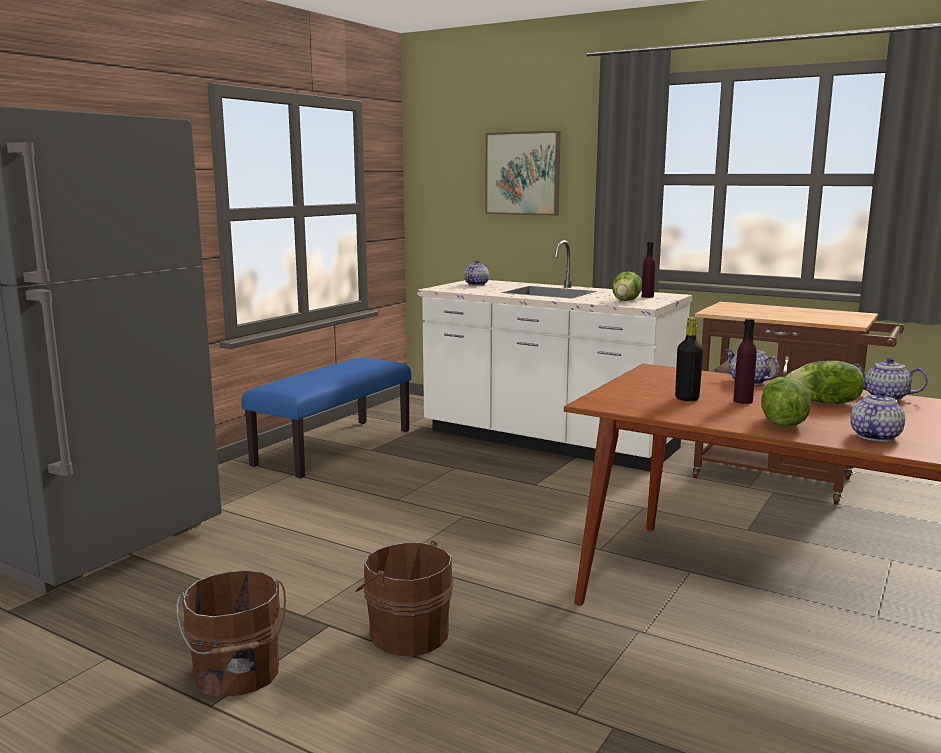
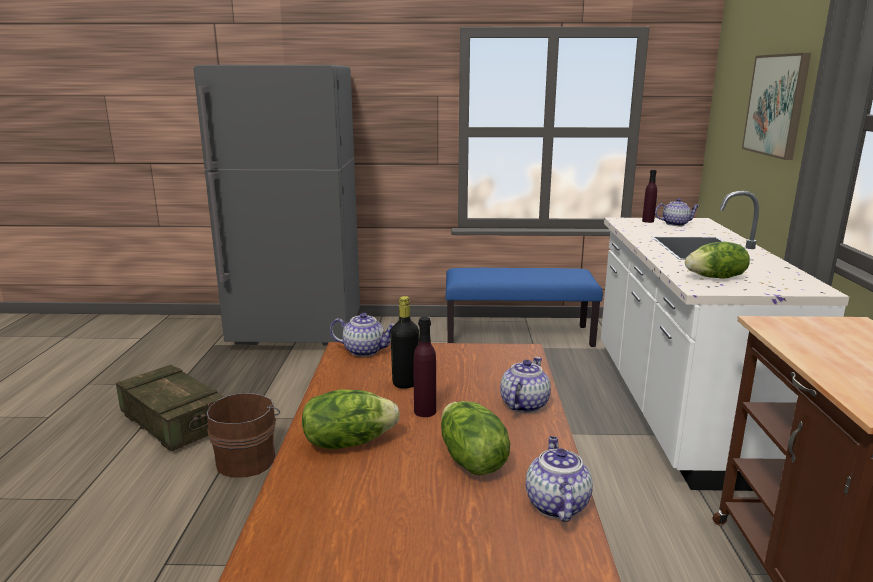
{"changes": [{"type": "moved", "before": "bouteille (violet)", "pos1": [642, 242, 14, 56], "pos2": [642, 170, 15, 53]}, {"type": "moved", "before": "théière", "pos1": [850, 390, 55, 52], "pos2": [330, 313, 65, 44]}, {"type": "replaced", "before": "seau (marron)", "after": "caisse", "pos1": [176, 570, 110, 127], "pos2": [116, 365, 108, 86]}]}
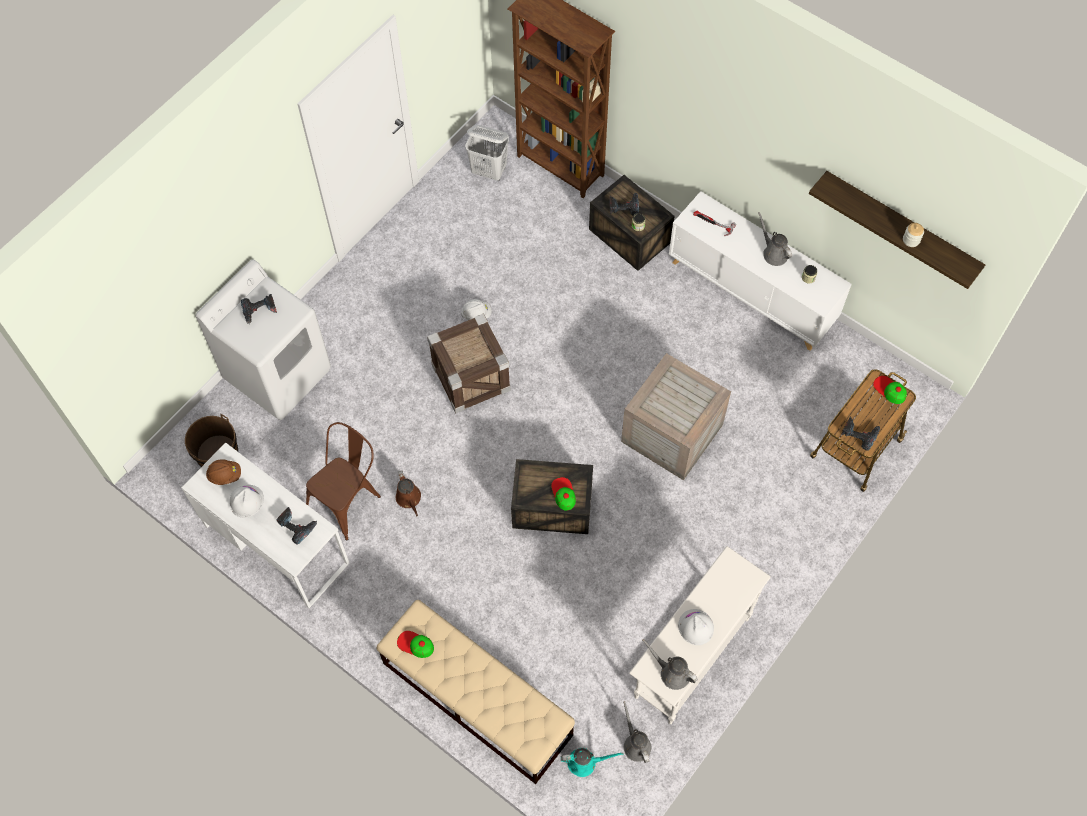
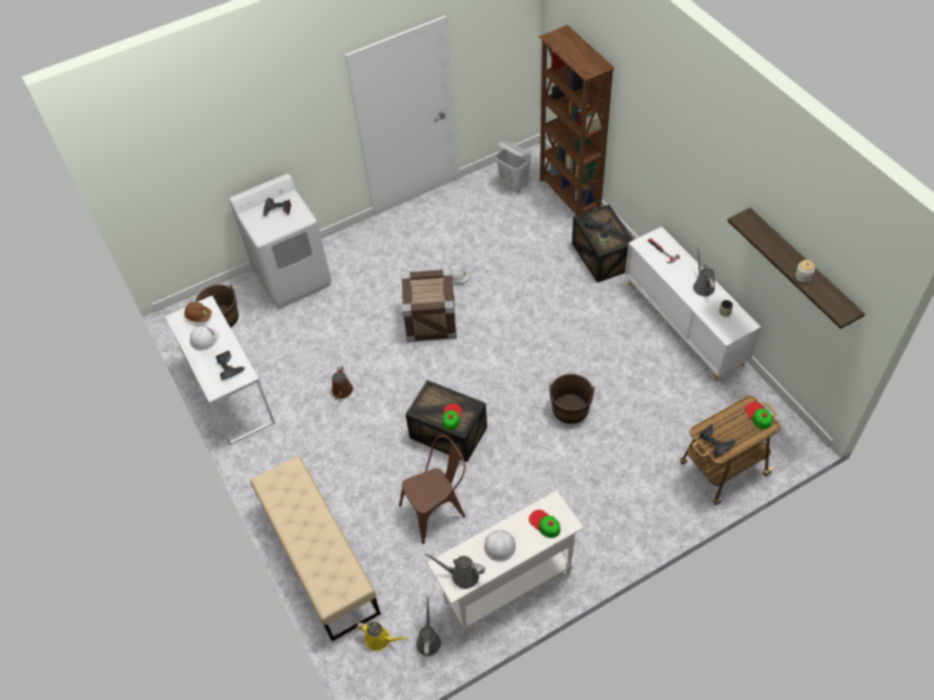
{"changes": [{"type": "moved", "before": "chaise (marron)", "pos1": [306, 422, 75, 119], "pos2": [399, 435, 67, 109]}, {"type": "moved", "before": "casquette", "pos1": [397, 631, 37, 27], "pos2": [529, 510, 31, 28]}, {"type": "replaced", "before": "caisse", "after": "seau (marron)", "pos1": [621, 353, 110, 127], "pos2": [549, 374, 46, 50]}, {"type": "recoloured", "before": "arrosoir (turquoise)", "after": "arrosoir (jaune)", "pos1": [561, 748, 63, 29], "pos2": [356, 622, 52, 29]}, {"type": "turned", "before": "arrosoir (gris)", "pos1": [642, 639, 56, 51], "pos2": [425, 553, 60, 36], "turn": -45}]}
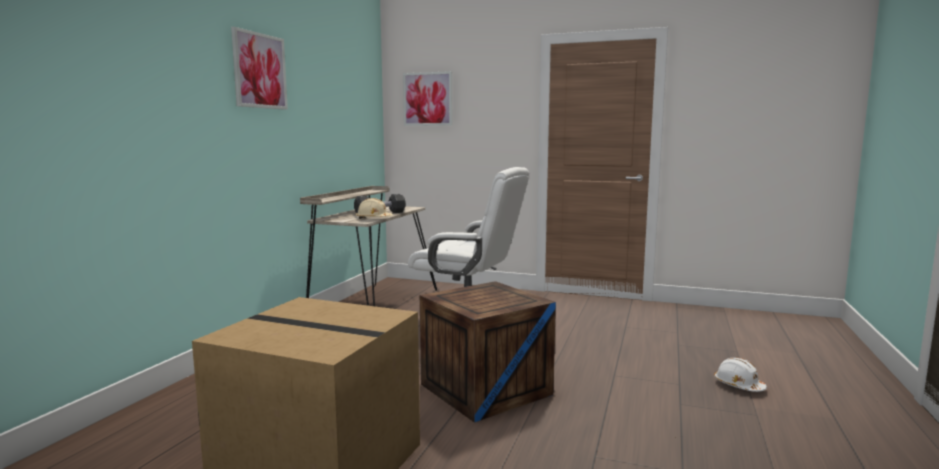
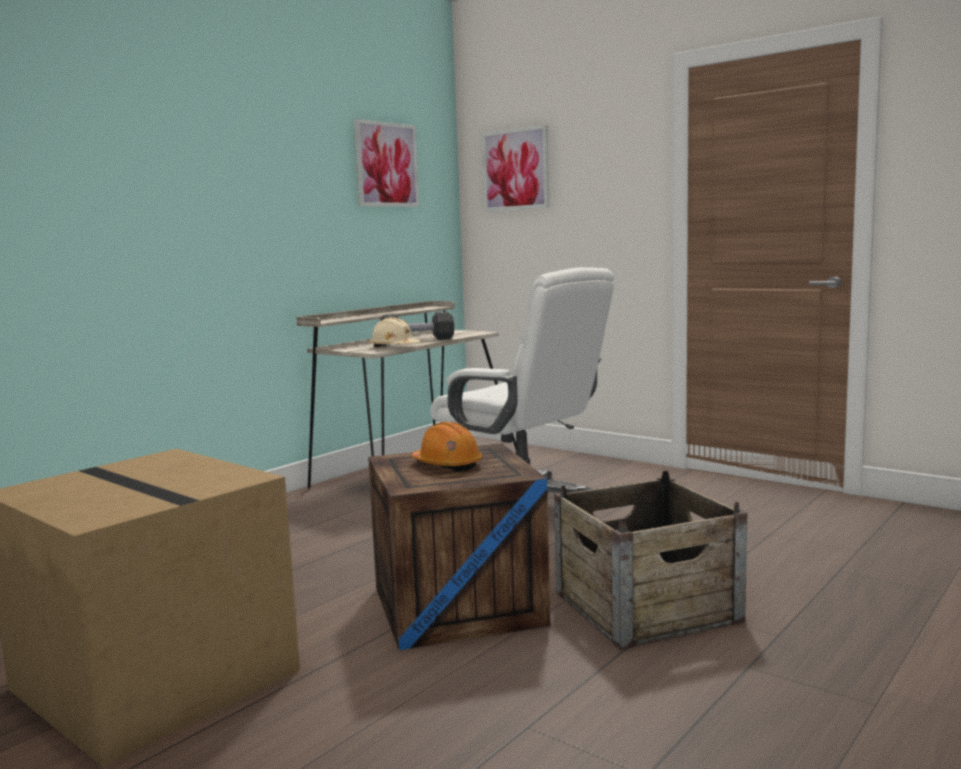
{"changes": [{"type": "removed", "before": "casque de chantier (blanc)", "pos1": [714, 358, 53, 34]}, {"type": "added", "after": "casque de chantier (orange)", "pos2": [412, 422, 71, 50]}, {"type": "added", "after": "caisse", "pos2": [554, 471, 193, 179]}, {"type": "moved", "before": "tableau", "pos1": [231, 27, 57, 83], "pos2": [354, 119, 65, 88]}]}
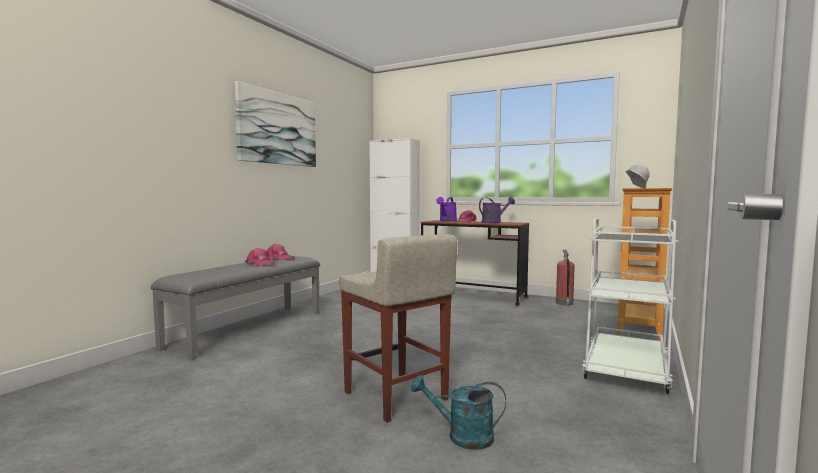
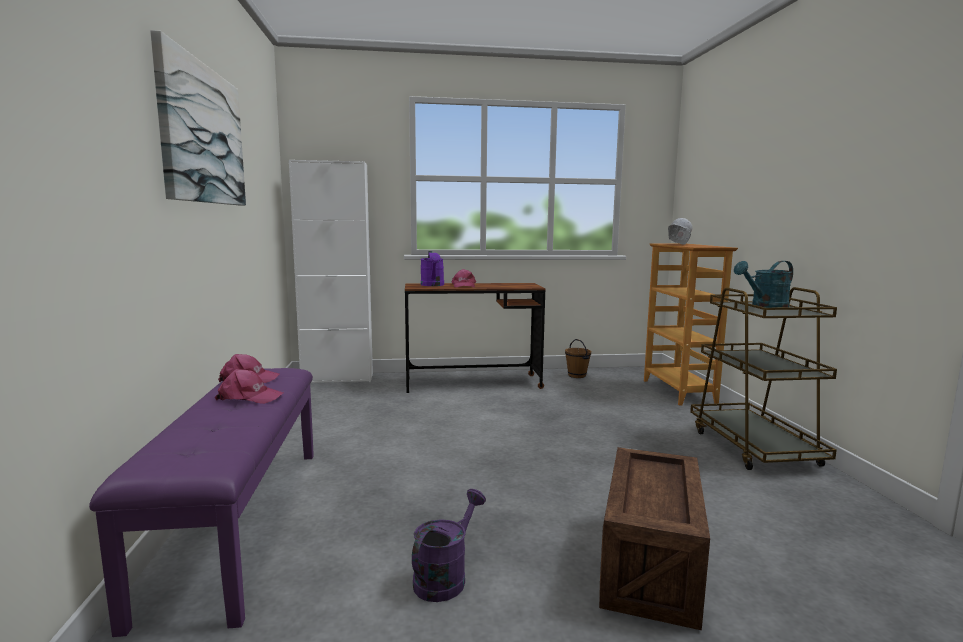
{"changes": [{"type": "moved", "before": "arrosoir (turquoise)", "pos1": [411, 375, 95, 75], "pos2": [734, 261, 59, 47]}, {"type": "moved", "before": "arrosoir (violet)", "pos1": [479, 197, 36, 26], "pos2": [412, 489, 74, 113]}, {"type": "replaced", "before": "tabouret (beige)", "after": "caisse", "pos1": [339, 234, 119, 189], "pos2": [599, 447, 111, 183]}, {"type": "replaced", "before": "extincteur", "after": "seau (marron)", "pos1": [556, 250, 19, 56], "pos2": [565, 339, 26, 39]}, {"type": "recoloured", "before": "banc (gris)", "after": "banc (violet)", "pos1": [151, 256, 169, 104], "pos2": [89, 368, 225, 269]}, {"type": "recoloured", "before": "chariot (blanc)", "after": "chariot (marron)", "pos1": [582, 218, 97, 176], "pos2": [690, 287, 147, 183]}]}
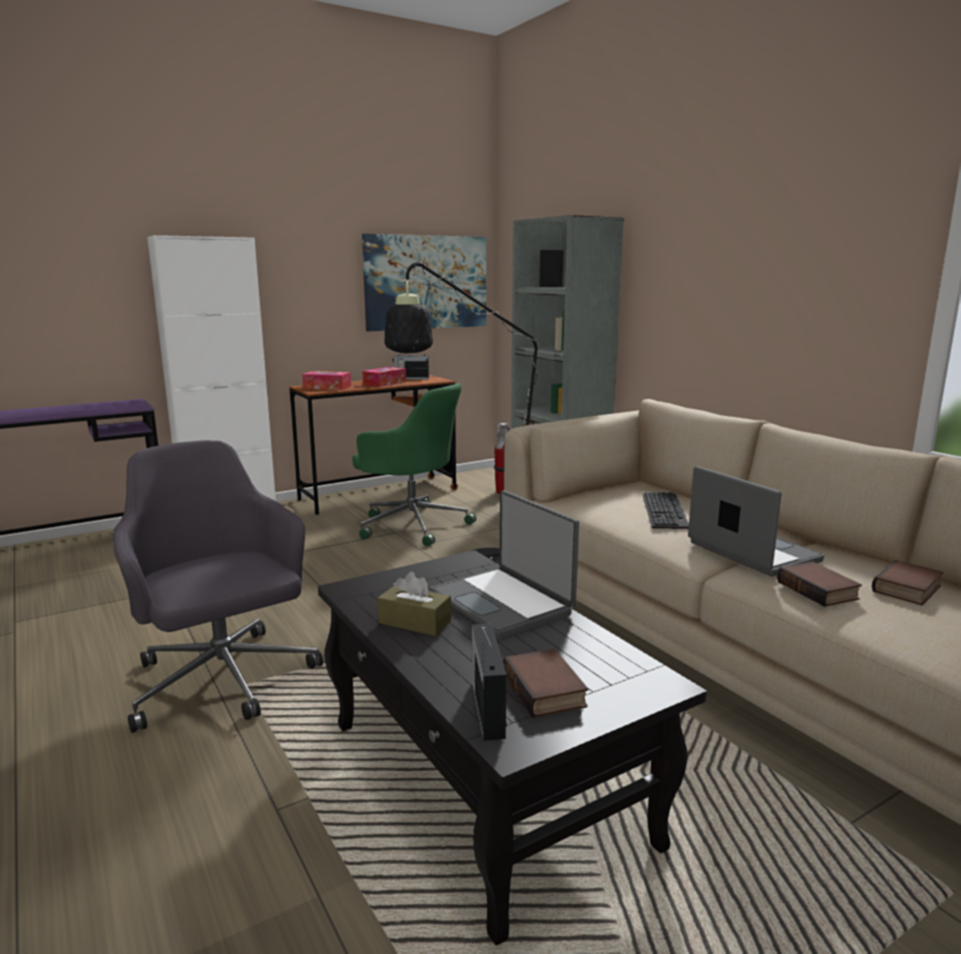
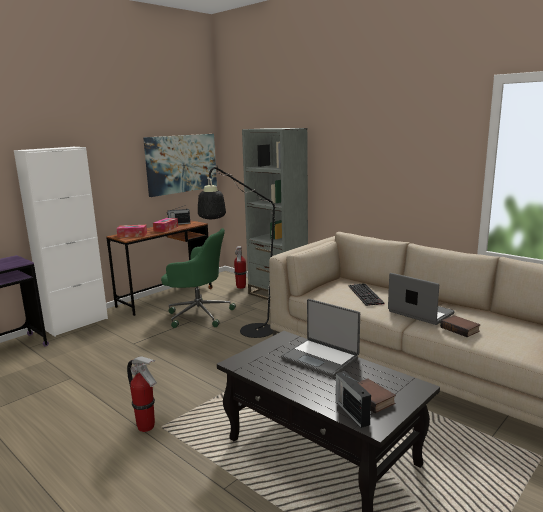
{"changes": [{"type": "removed", "before": "boîte à mouchoirs (marron)", "pos1": [378, 572, 73, 64]}, {"type": "removed", "before": "livre", "pos1": [872, 560, 71, 45]}, {"type": "replaced", "before": "chaise de bureau (gris)", "after": "extincteur", "pos1": [112, 440, 211, 293], "pos2": [127, 356, 30, 76]}]}
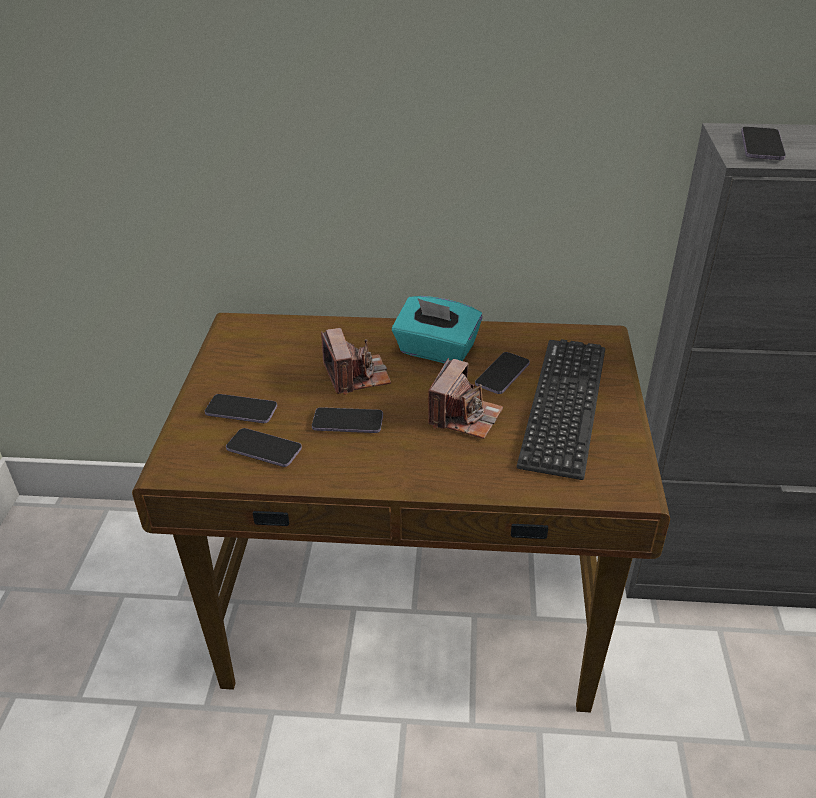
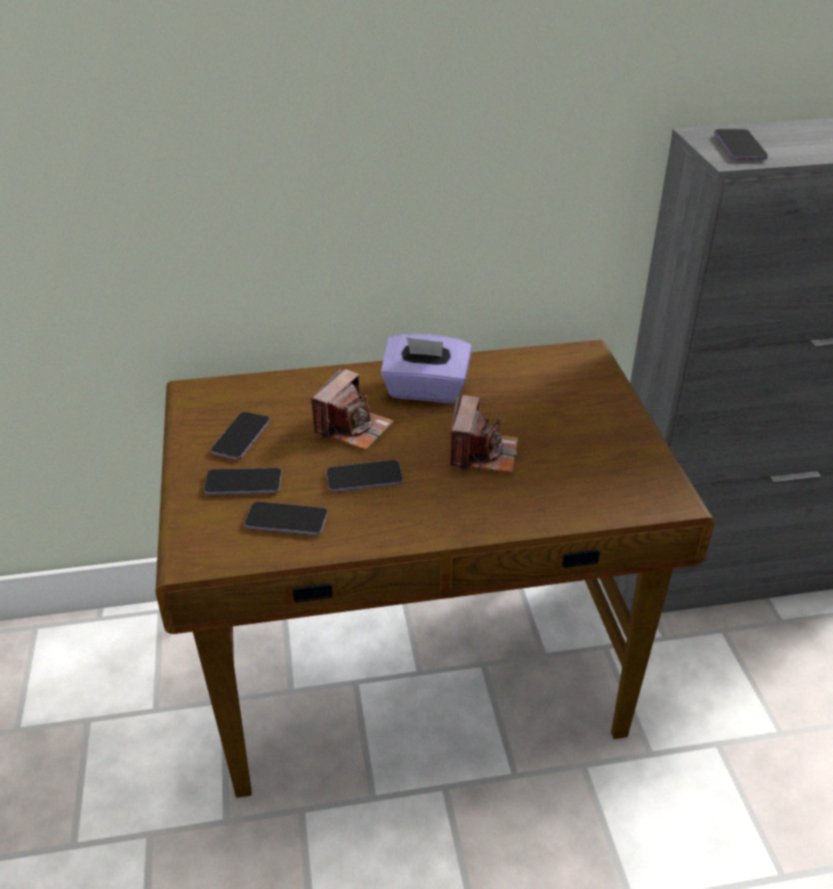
{"changes": [{"type": "removed", "before": "clavier", "pos1": [517, 339, 88, 141]}, {"type": "moved", "before": "téléphone", "pos1": [475, 352, 55, 42], "pos2": [211, 412, 59, 48]}, {"type": "recoloured", "before": "boîte à mouchoirs (turquoise)", "after": "boîte à mouchoirs (violet)", "pos1": [392, 296, 91, 68], "pos2": [380, 334, 92, 69]}, {"type": "turned", "before": "appareil photo", "pos1": [321, 328, 70, 67], "pos2": [311, 368, 83, 82], "turn": 60}]}
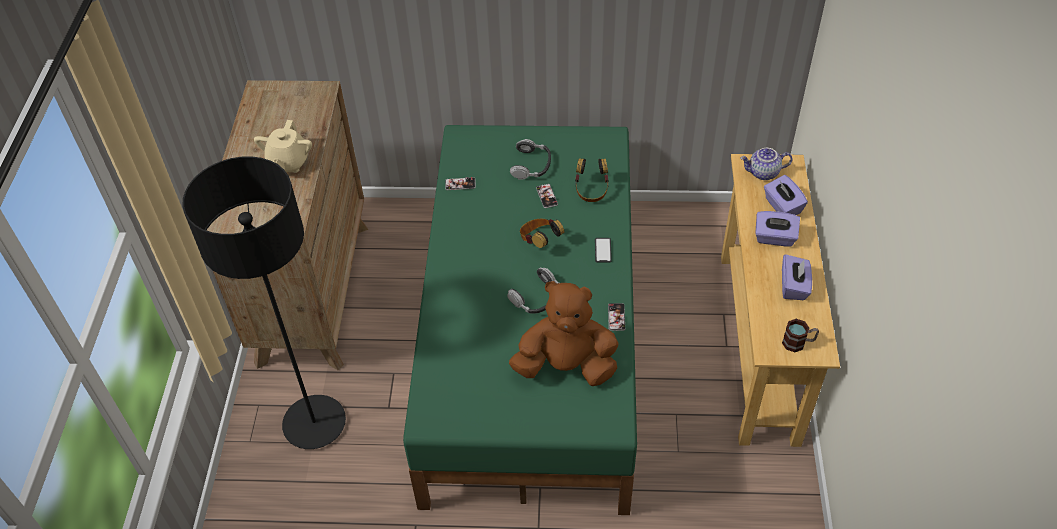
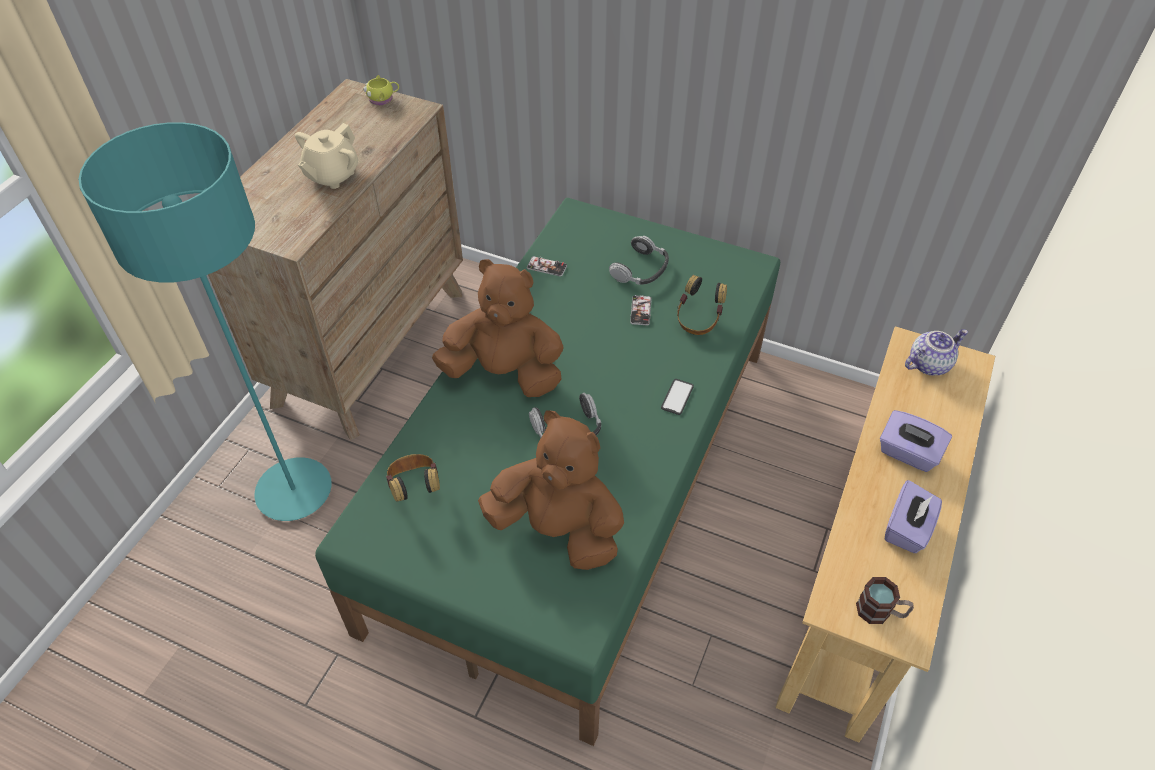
{"changes": [{"type": "removed", "before": "téléphone", "pos1": [608, 303, 17, 28]}, {"type": "removed", "before": "boîte à mouchoirs (violet)", "pos1": [764, 175, 44, 40]}, {"type": "added", "after": "mug (jaune)", "pos2": [363, 75, 36, 30]}, {"type": "added", "after": "peluche (marron)", "pos2": [432, 259, 132, 138]}, {"type": "moved", "before": "casque audio", "pos1": [520, 219, 45, 29], "pos2": [386, 454, 54, 48]}, {"type": "recoloured", "before": "lampadaire (noir)", "after": "lampadaire (turquoise)", "pos1": [183, 156, 163, 293], "pos2": [79, 122, 253, 399]}, {"type": "turned", "before": "théière", "pos1": [740, 148, 53, 32], "pos2": [905, 329, 63, 46], "turn": 135}]}
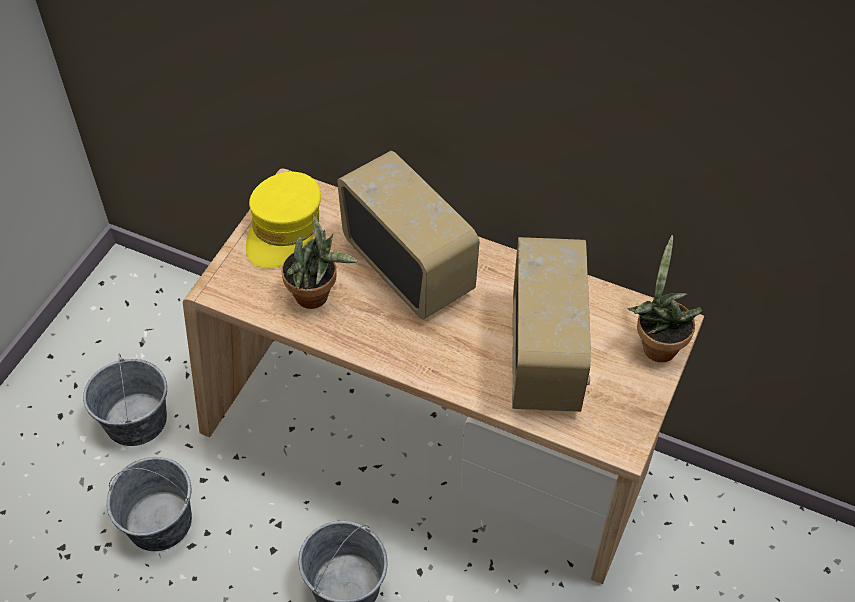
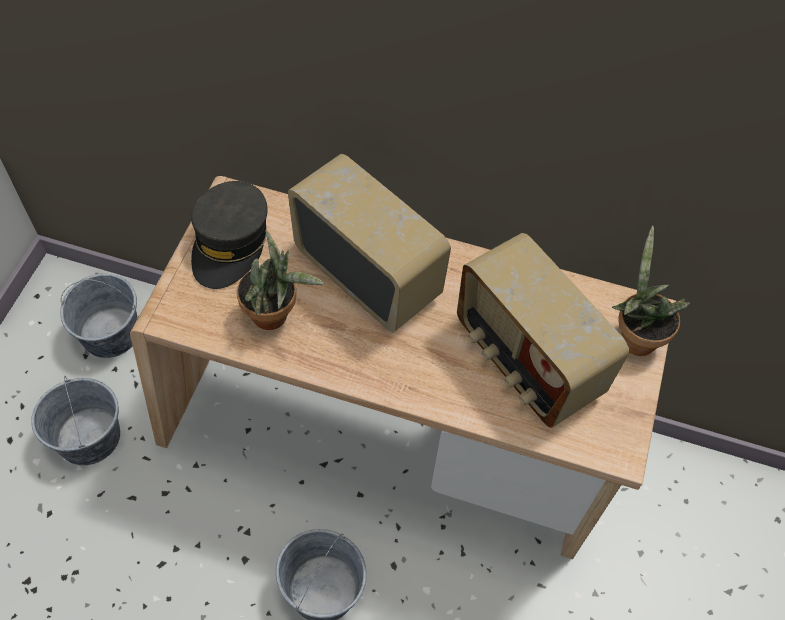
{"changes": [{"type": "moved", "before": "seau (gris)", "pos1": [107, 457, 85, 94], "pos2": [60, 274, 78, 84]}, {"type": "recoloured", "before": "casquette (jaune)", "after": "casquette (gris)", "pos1": [246, 172, 75, 97], "pos2": [191, 181, 77, 108]}, {"type": "turned", "before": "radio", "pos1": [512, 237, 79, 175], "pos2": [457, 233, 173, 195], "turn": 150}]}
